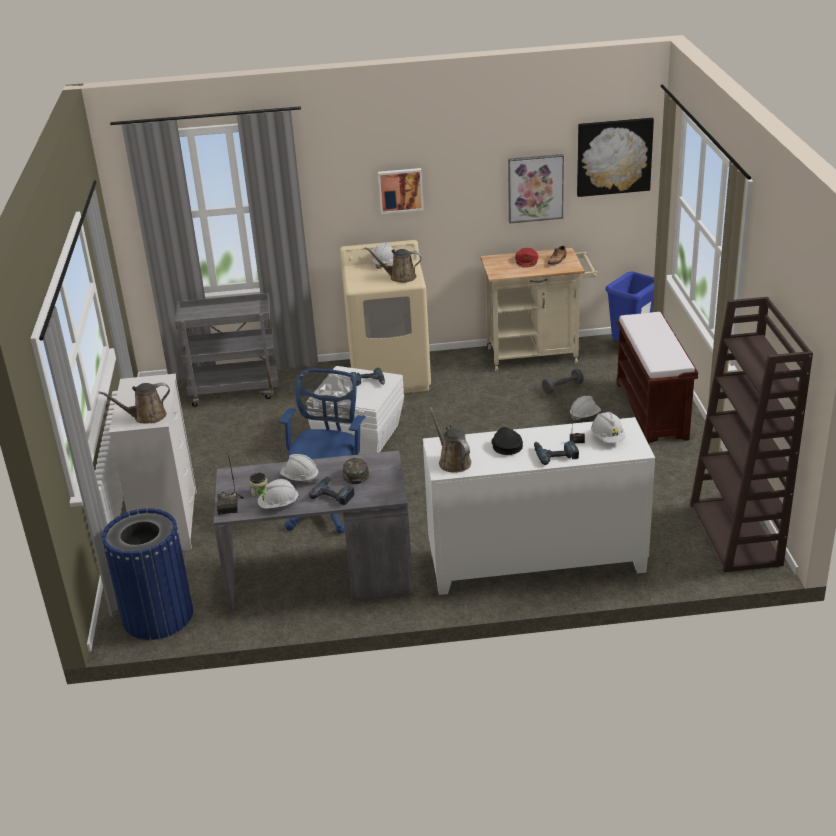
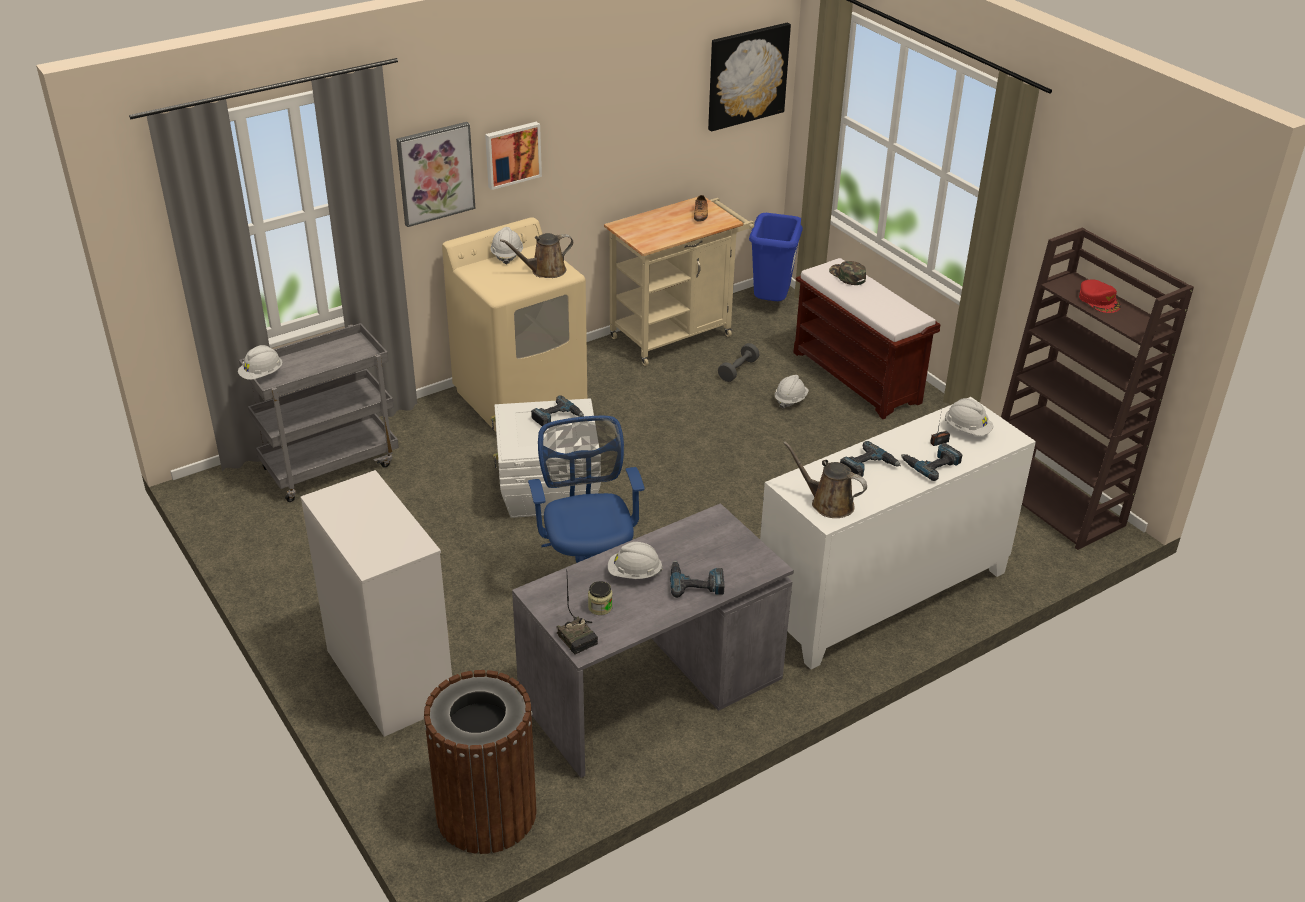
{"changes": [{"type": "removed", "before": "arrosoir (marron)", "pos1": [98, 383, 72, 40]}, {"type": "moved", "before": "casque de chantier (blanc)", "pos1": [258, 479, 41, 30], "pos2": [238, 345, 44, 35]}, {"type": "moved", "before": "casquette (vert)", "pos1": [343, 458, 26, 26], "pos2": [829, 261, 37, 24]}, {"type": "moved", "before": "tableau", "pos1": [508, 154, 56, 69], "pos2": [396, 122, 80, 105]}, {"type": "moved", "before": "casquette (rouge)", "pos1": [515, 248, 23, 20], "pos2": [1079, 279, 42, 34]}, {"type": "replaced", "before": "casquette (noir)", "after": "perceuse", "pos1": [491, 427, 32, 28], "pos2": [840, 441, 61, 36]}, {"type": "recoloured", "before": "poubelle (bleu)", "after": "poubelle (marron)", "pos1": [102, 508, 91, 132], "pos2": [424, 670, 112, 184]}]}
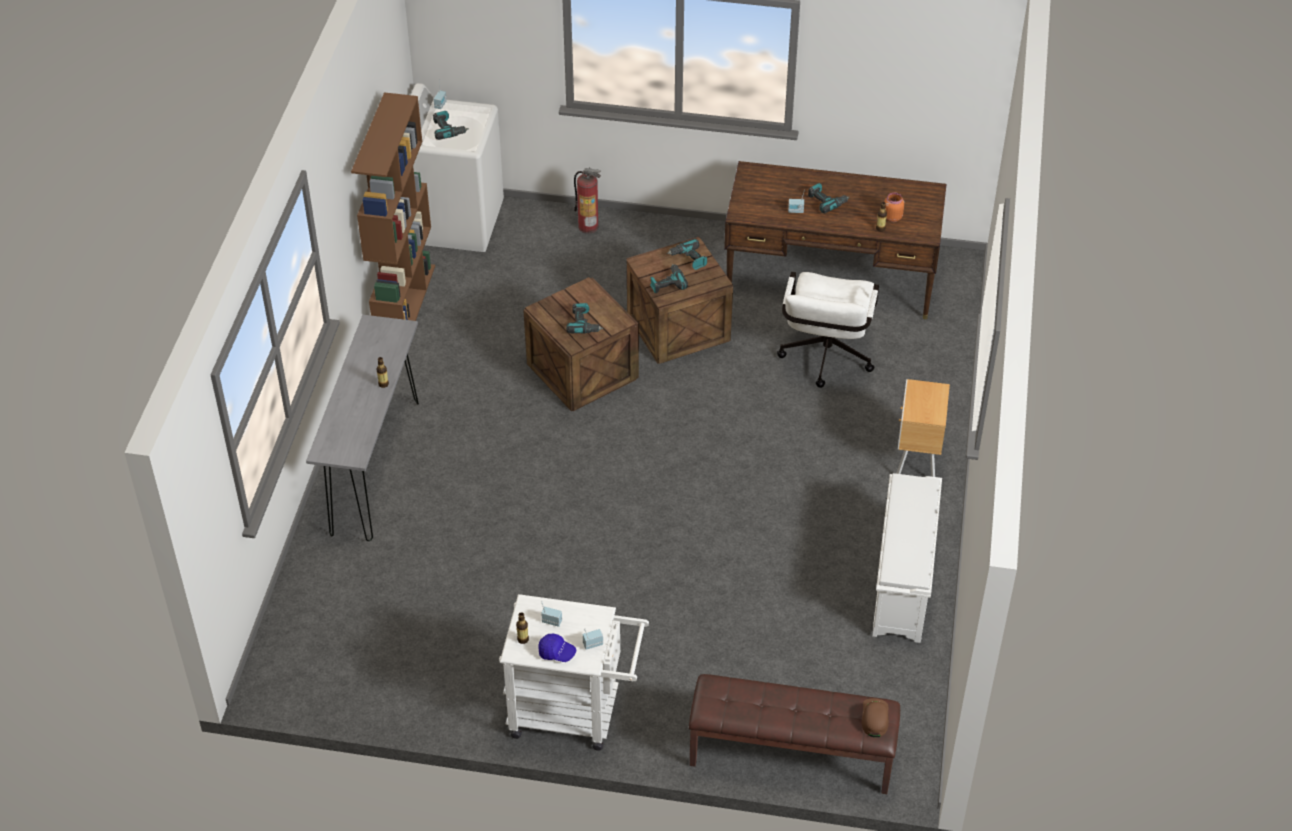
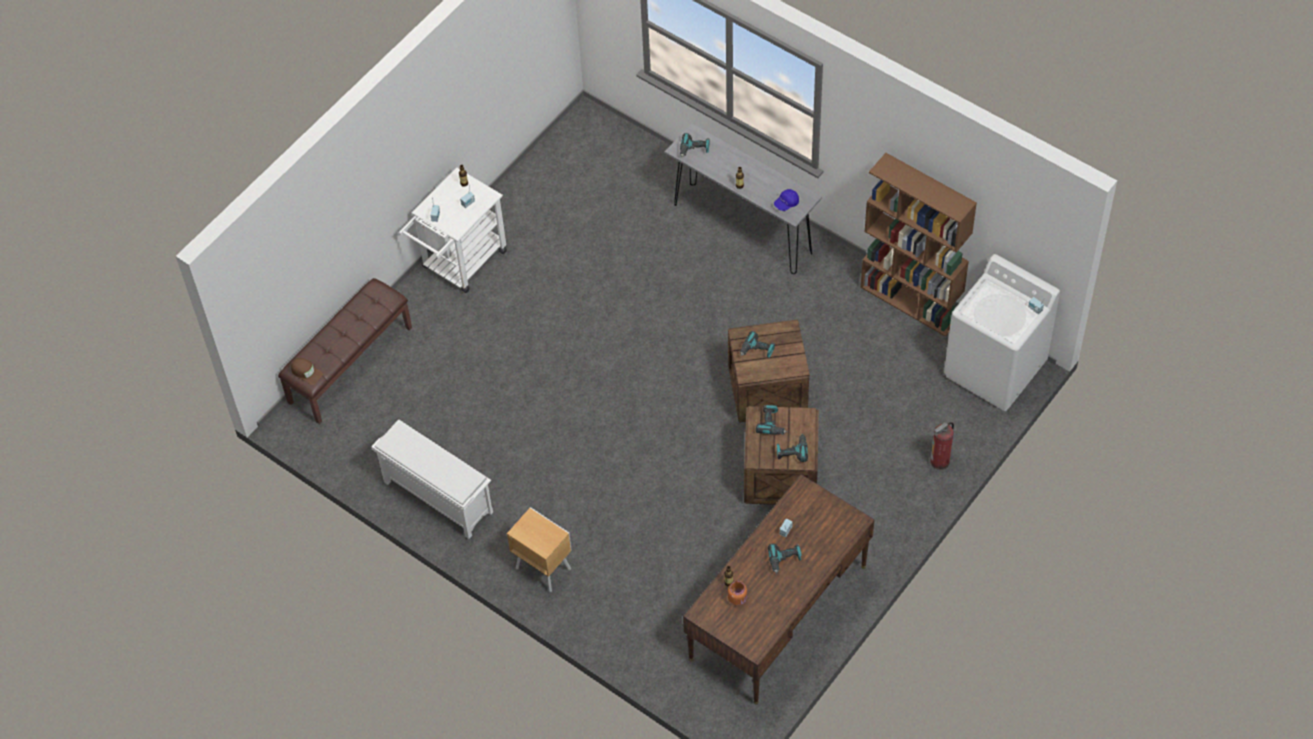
{"changes": [{"type": "removed", "before": "chaise de bureau (blanc)", "pos1": [777, 271, 102, 117]}, {"type": "moved", "before": "perceuse", "pos1": [433, 111, 36, 29], "pos2": [680, 133, 29, 25]}, {"type": "moved", "before": "casquette (bleu)", "pos1": [538, 634, 38, 28], "pos2": [774, 189, 25, 22]}]}
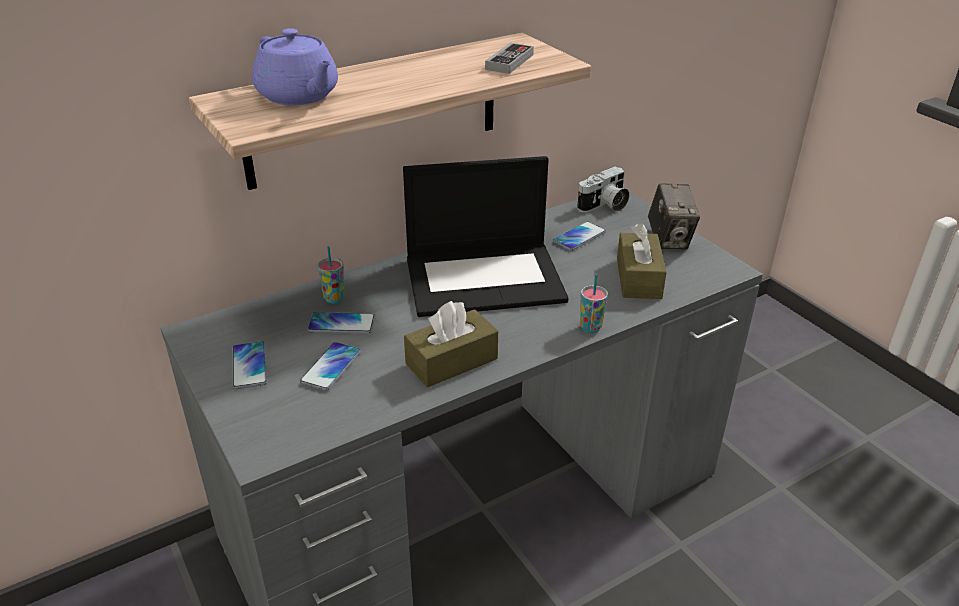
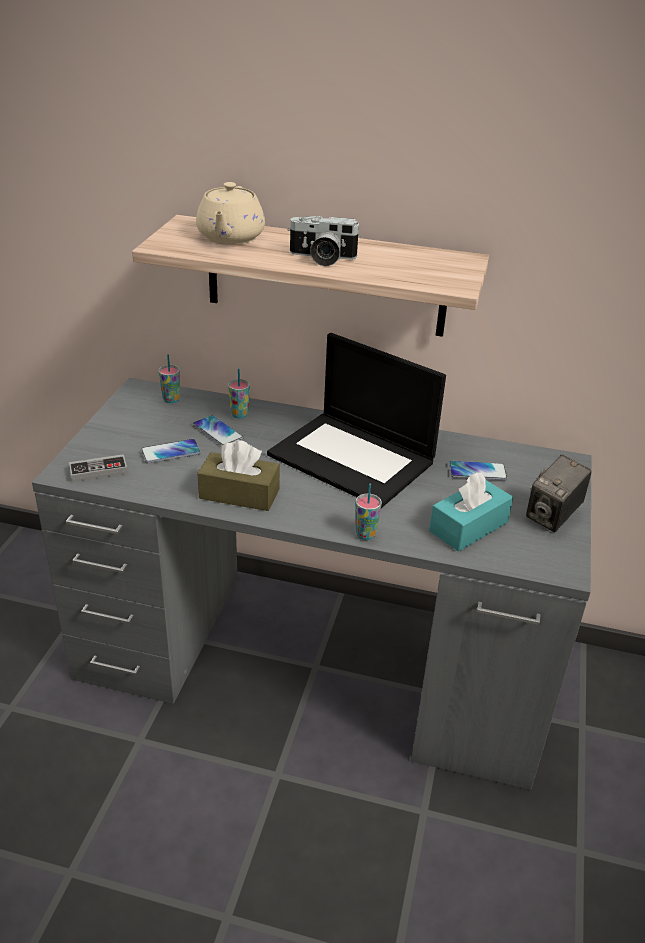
{"changes": [{"type": "removed", "before": "téléphone", "pos1": [233, 341, 34, 48]}, {"type": "added", "after": "tasse", "pos2": [158, 354, 22, 49]}, {"type": "moved", "before": "manette", "pos1": [485, 43, 49, 31], "pos2": [69, 454, 59, 28]}, {"type": "moved", "before": "appareil photo", "pos1": [577, 166, 53, 46], "pos2": [288, 216, 73, 50]}, {"type": "recoloured", "before": "théière (violet)", "after": "théière (beige)", "pos1": [252, 28, 86, 77], "pos2": [196, 182, 69, 63]}, {"type": "recoloured", "before": "boîte à mouchoirs (marron)", "after": "boîte à mouchoirs (turquoise)", "pos1": [617, 223, 50, 76], "pos2": [429, 472, 84, 80]}]}
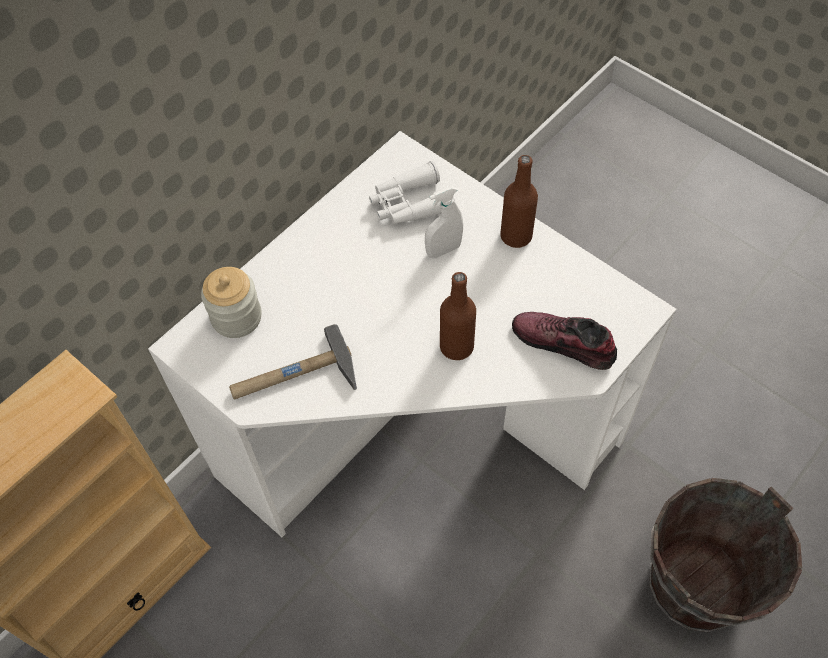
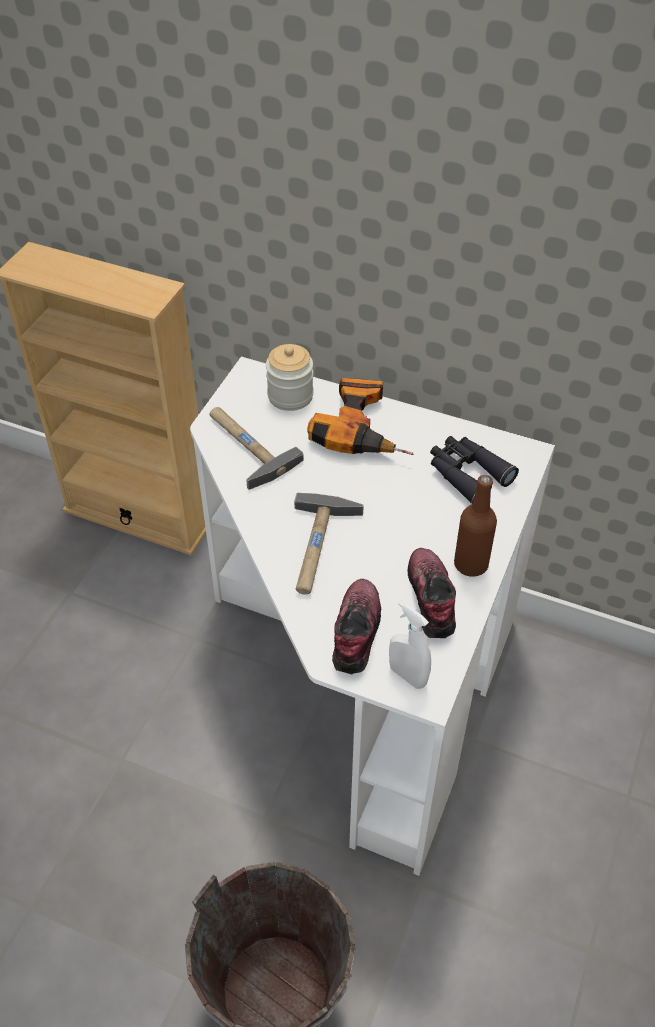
{"changes": [{"type": "added", "after": "perceuse", "pos2": [307, 378, 106, 77]}, {"type": "added", "after": "chaussure", "pos2": [408, 548, 48, 90]}, {"type": "moved", "before": "vaporisateur (blanc)", "pos1": [425, 186, 38, 72], "pos2": [389, 601, 42, 88]}, {"type": "replaced", "before": "bouteille (marron)", "after": "marteau", "pos1": [440, 272, 36, 88], "pos2": [294, 493, 70, 101]}, {"type": "recoloured", "before": "jumelles (blanc)", "after": "jumelles (noir)", "pos1": [369, 161, 86, 64], "pos2": [430, 436, 89, 68]}]}
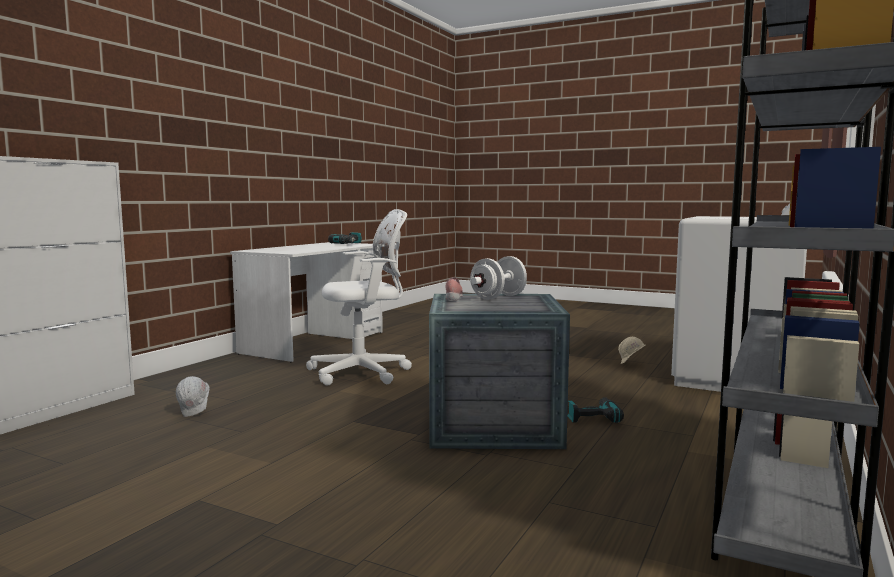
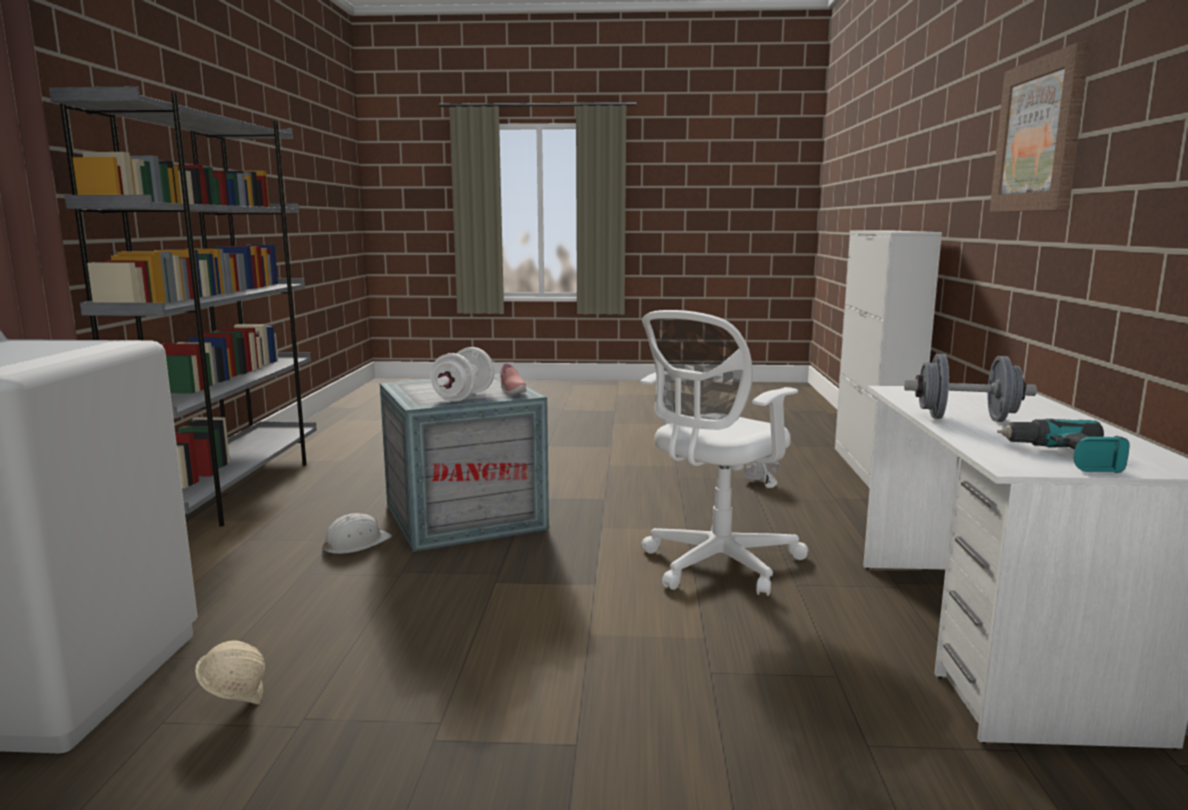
{"changes": [{"type": "added", "after": "haltère (gris)", "pos2": [904, 354, 133, 68]}, {"type": "added", "after": "tableau", "pos2": [990, 42, 100, 170]}, {"type": "replaced", "before": "perceuse", "after": "casque de chantier (blanc)", "pos1": [567, 397, 57, 26], "pos2": [322, 513, 70, 41]}]}
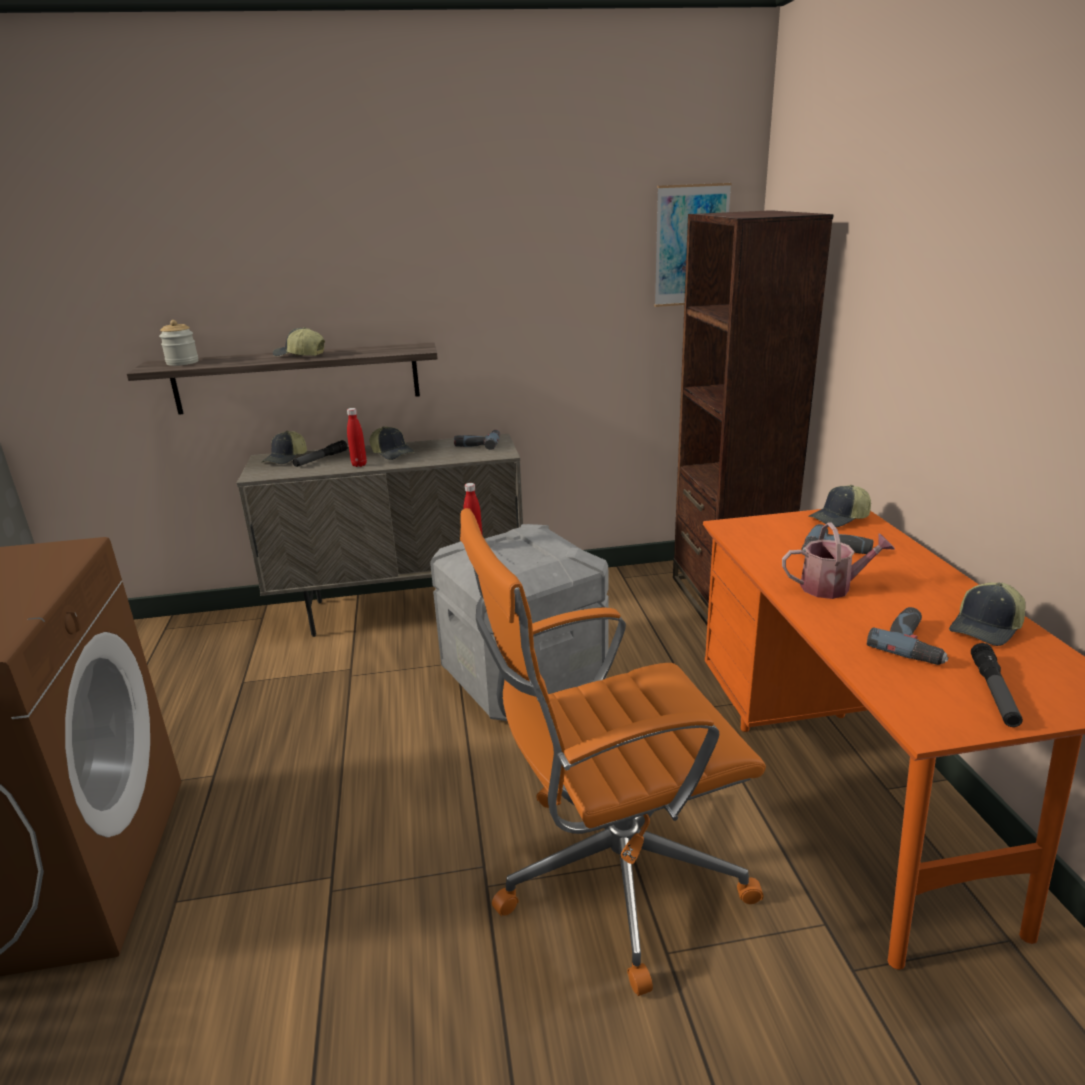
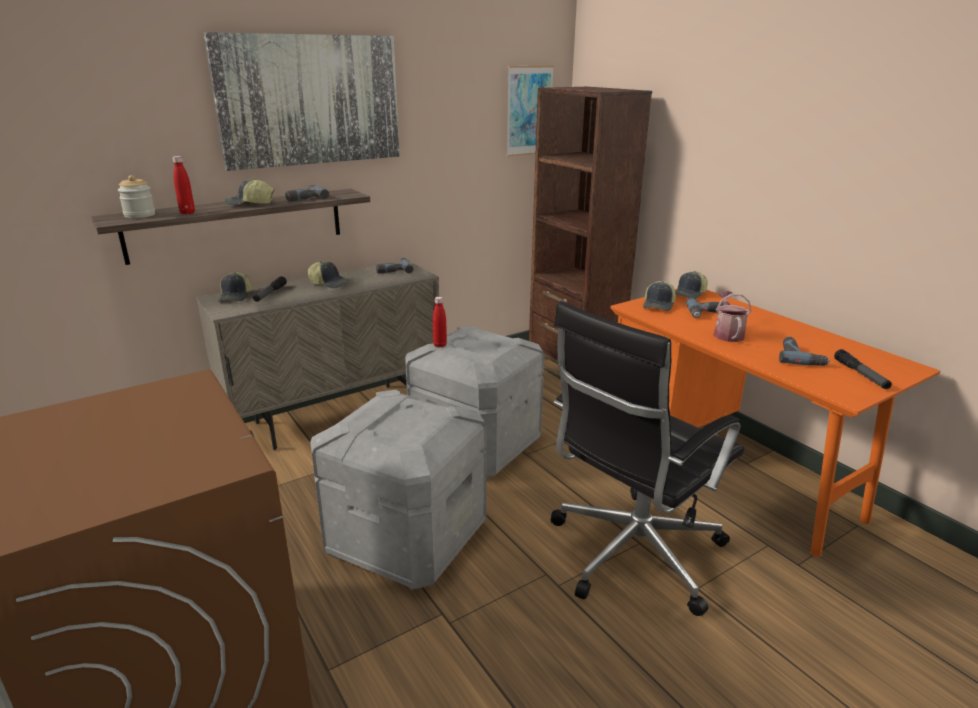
{"changes": [{"type": "added", "after": "tableau", "pos2": [203, 32, 197, 139]}, {"type": "added", "after": "perceuse", "pos2": [285, 185, 44, 16]}, {"type": "added", "after": "boîte de rangement (gris)", "pos2": [310, 390, 177, 200]}, {"type": "moved", "before": "bouteille (rouge)", "pos1": [347, 408, 20, 59], "pos2": [172, 156, 23, 58]}, {"type": "moved", "before": "casquette", "pos1": [949, 582, 77, 64], "pos2": [643, 280, 33, 31]}, {"type": "recoloured", "before": "chaise de bureau (orange)", "after": "chaise de bureau (noir)", "pos1": [460, 508, 306, 488], "pos2": [551, 301, 193, 315]}, {"type": "turned", "before": "arrosoir", "pos1": [782, 523, 113, 76], "pos2": [713, 291, 38, 51], "turn": -60}]}
